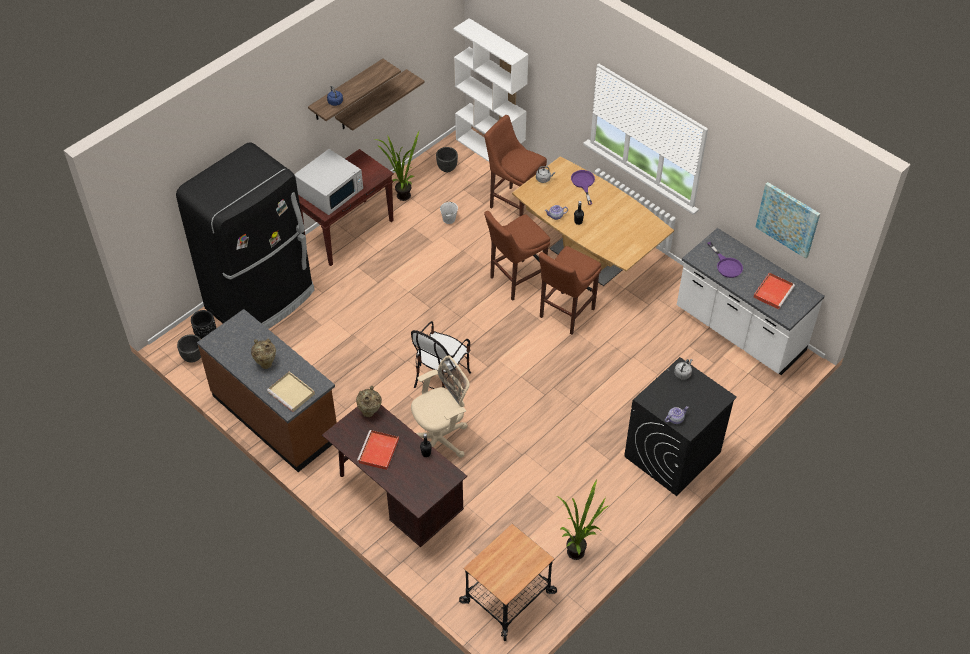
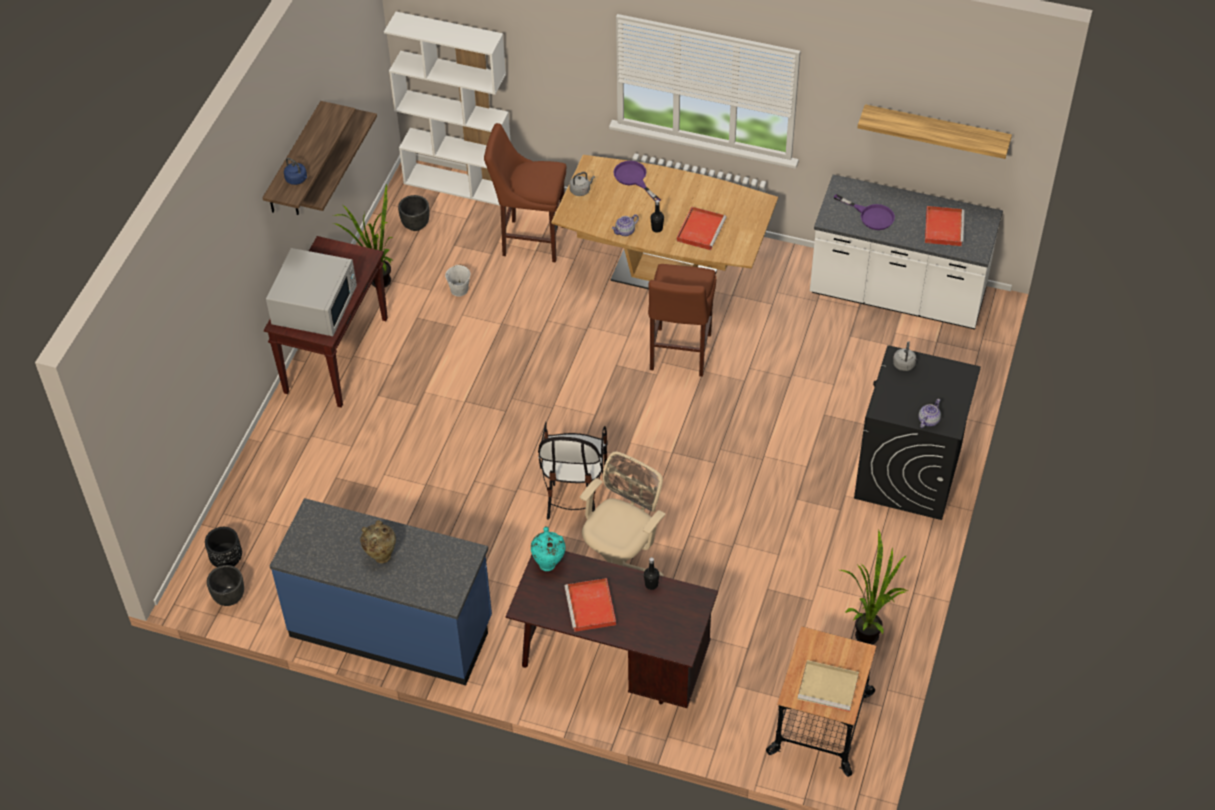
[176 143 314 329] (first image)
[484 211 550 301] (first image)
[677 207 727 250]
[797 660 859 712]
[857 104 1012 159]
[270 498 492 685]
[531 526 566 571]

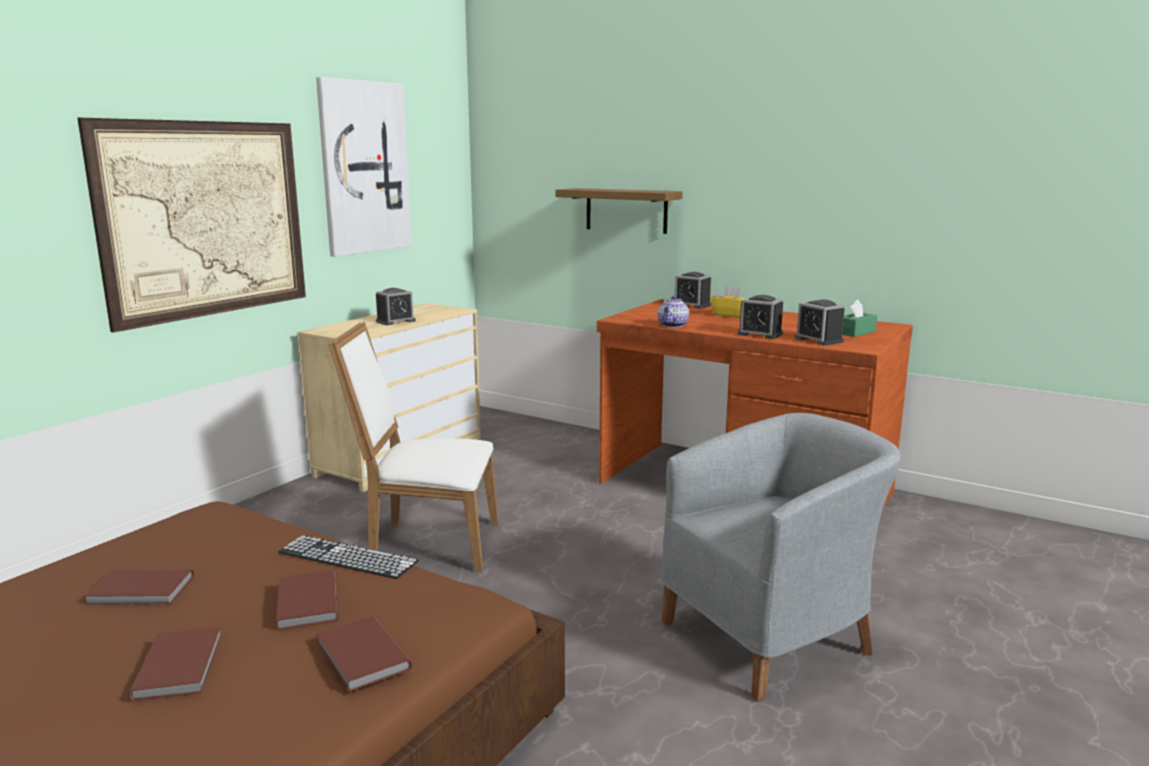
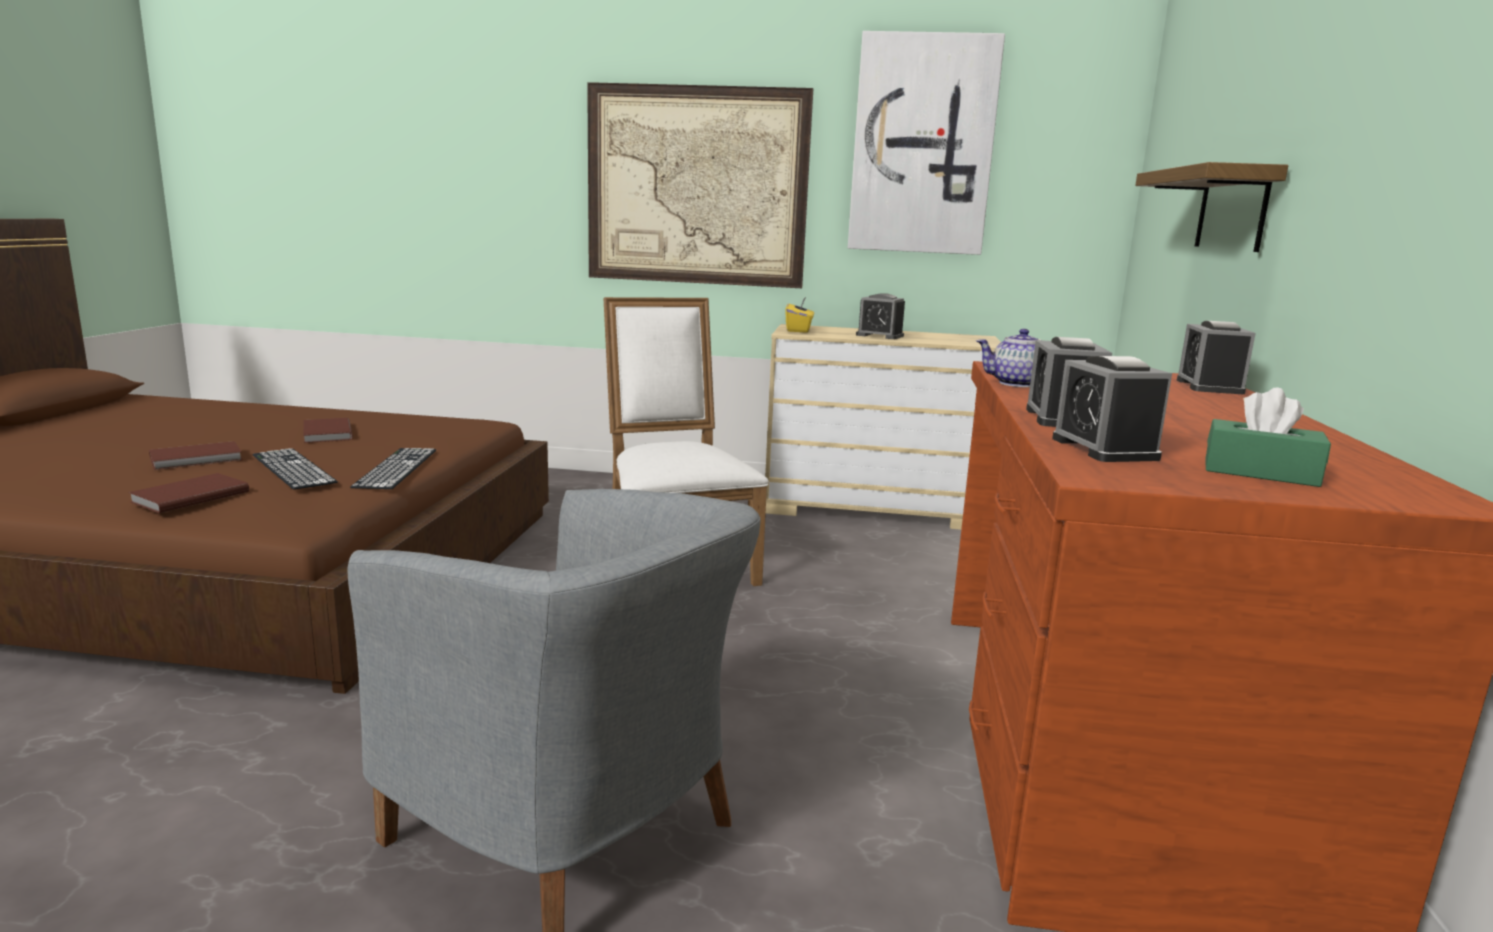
[786 297 814 333]
[253 448 338 490]
[1052 356 1172 462]

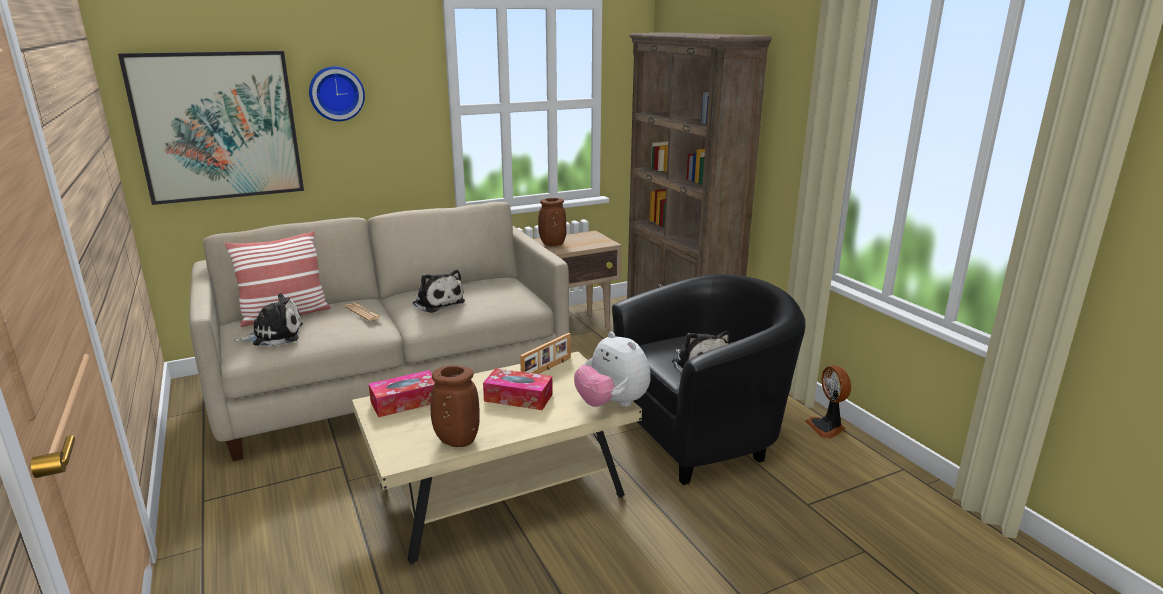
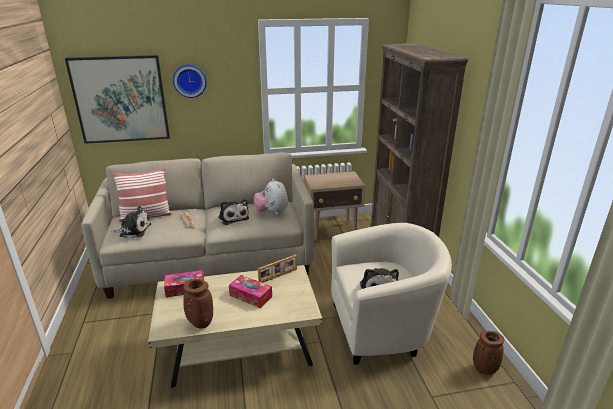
[805 365 851 439] (first image)
[473 331 504 375]
[254 179 288 215]
[331 223 452 365]

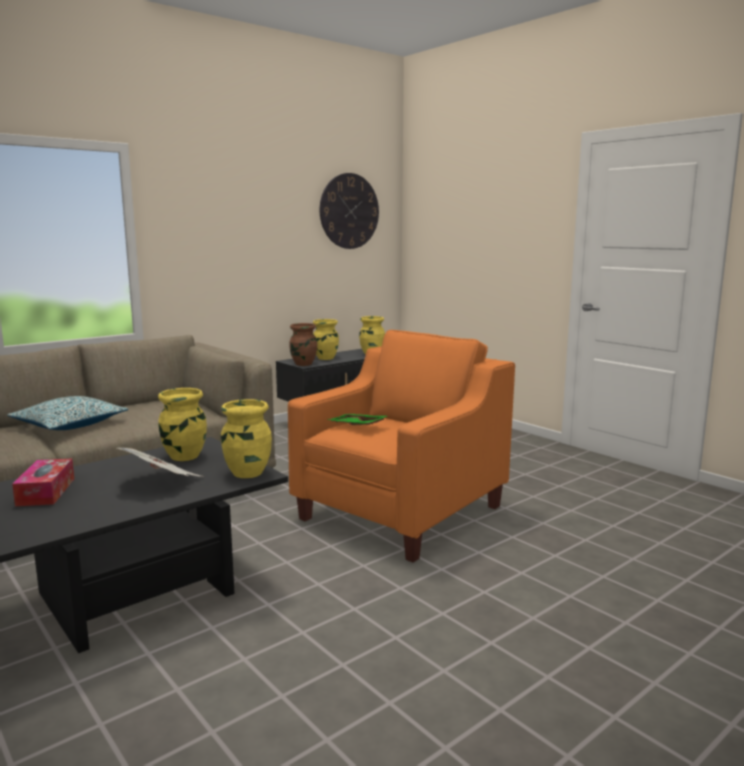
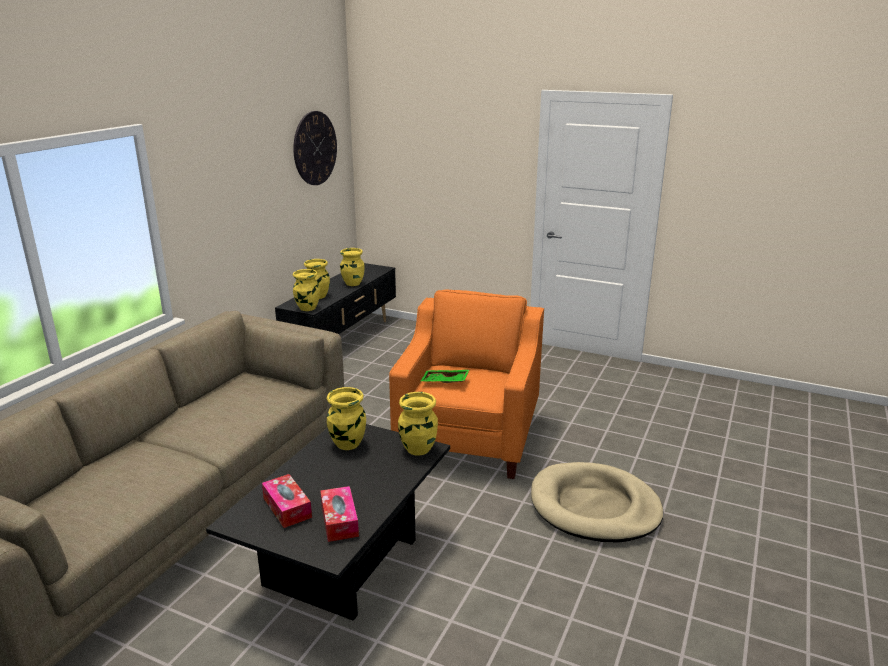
[7 396 128 430] (first image)
[117 448 200 476] (first image)
[320 486 359 542]
[531 462 664 542]
[293 269 320 311]

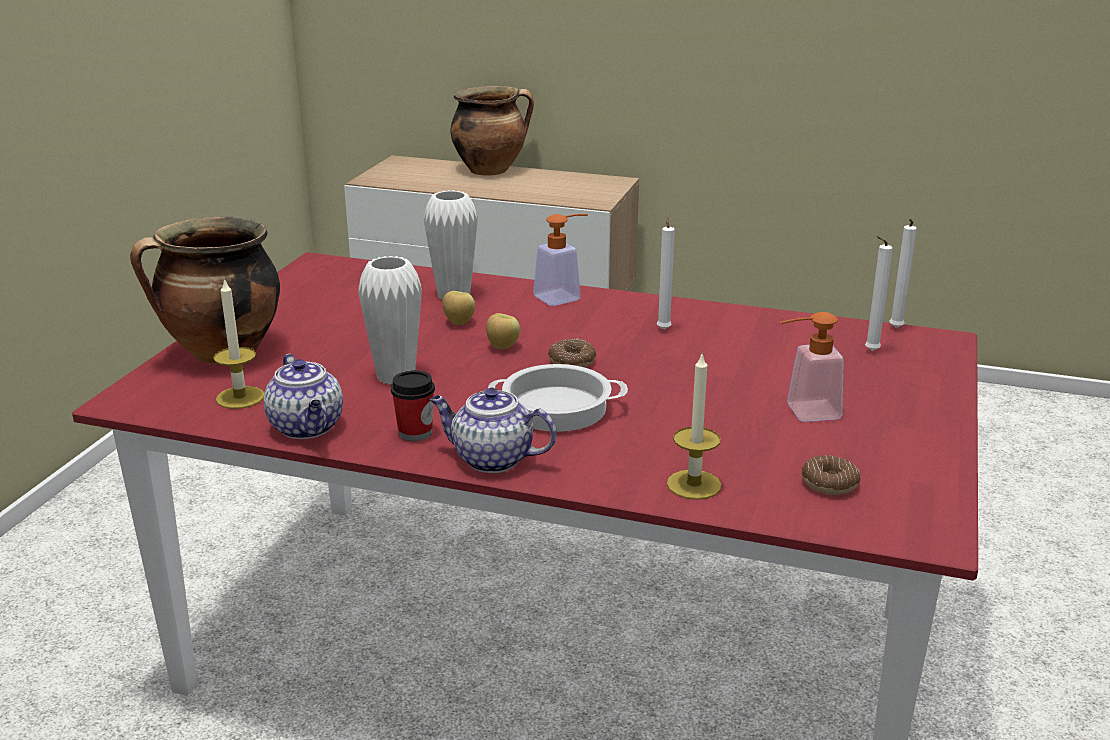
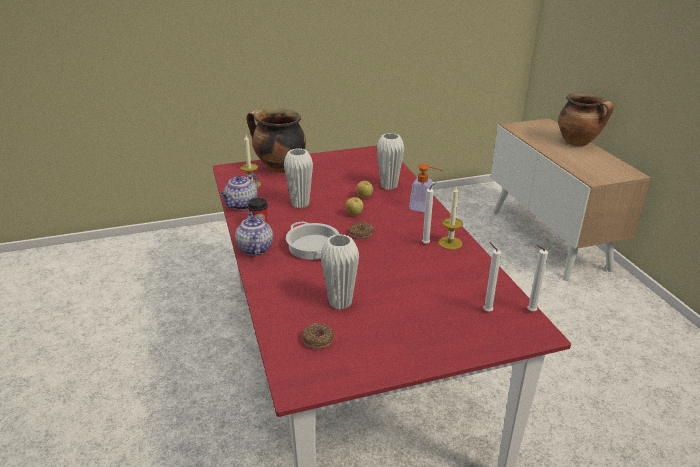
[780 312 844 422] (first image)
[321 234 359 310]
[438 187 463 250]

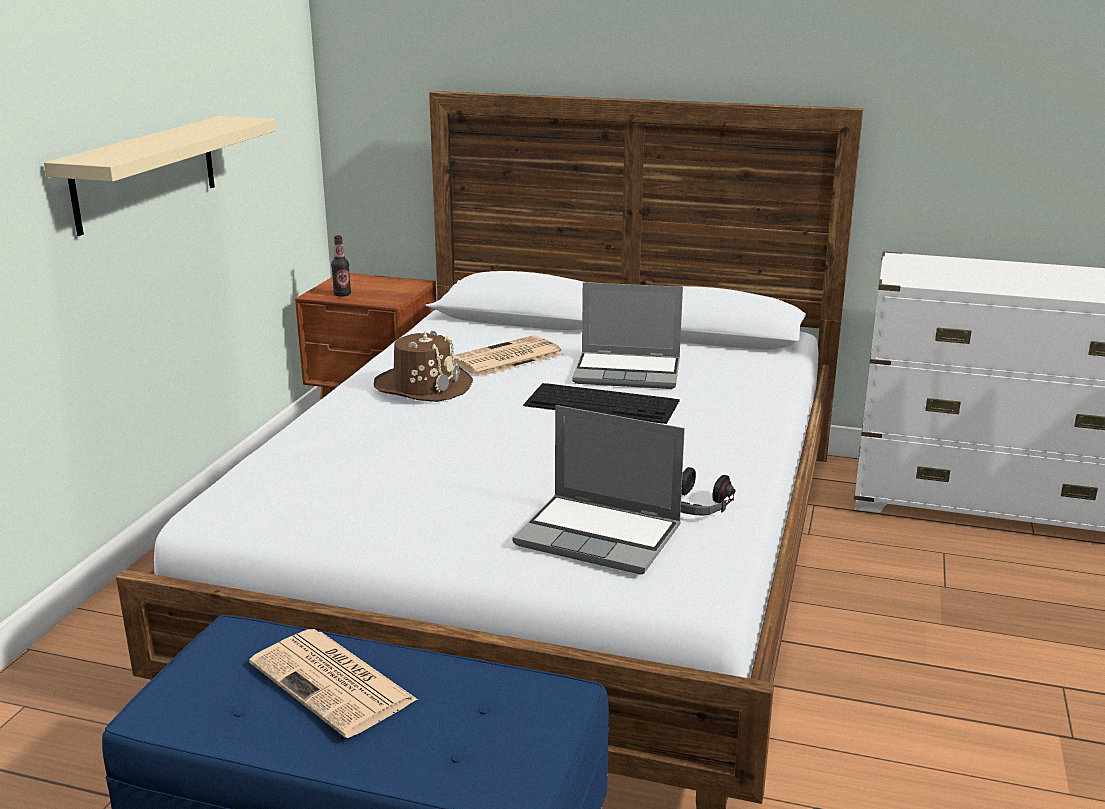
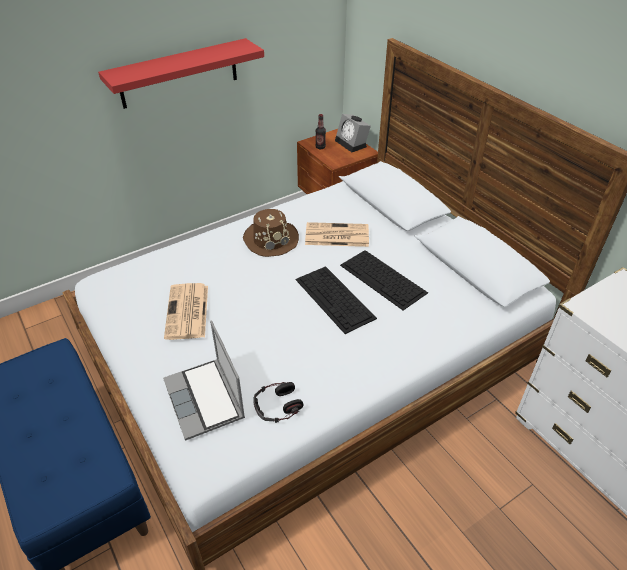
[335 114 371 152]
[164 283 208 340]
[340 250 428 310]
[98 38 264 109]

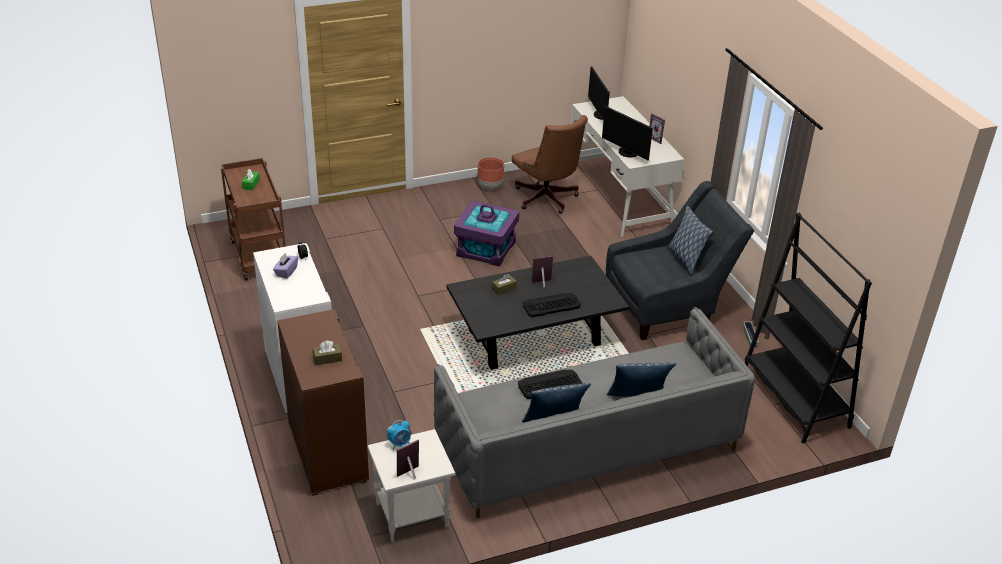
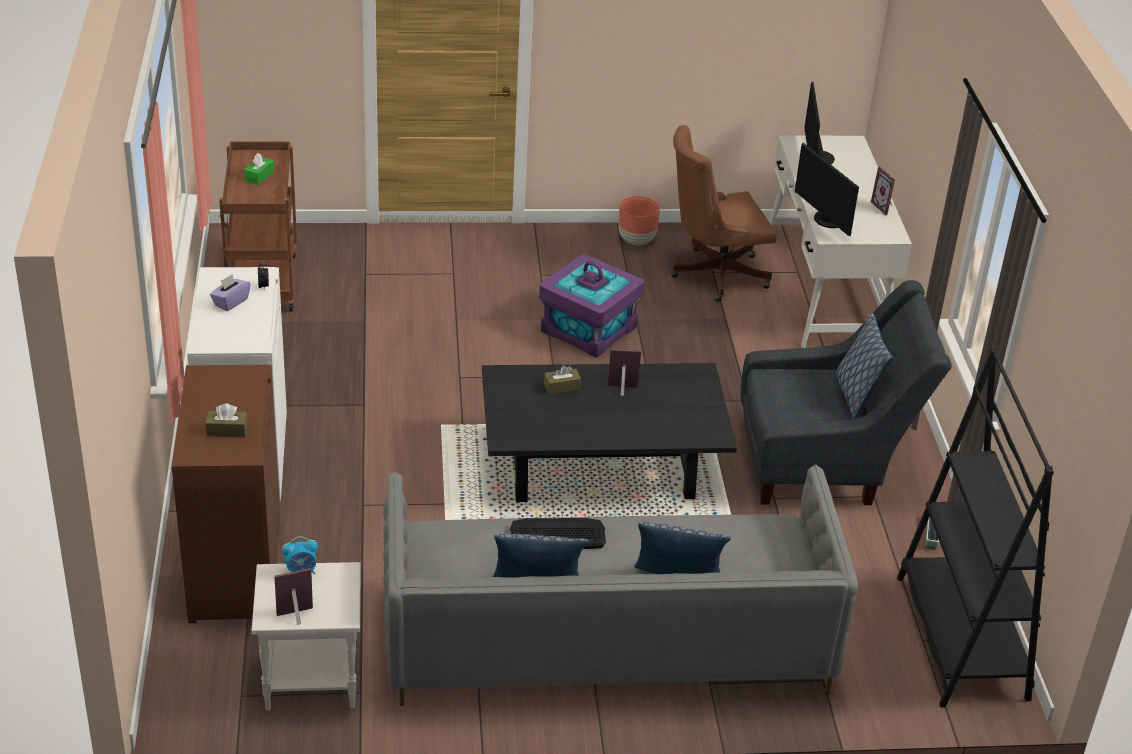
[522 293 581 317] (first image)
[671 125 777 302]

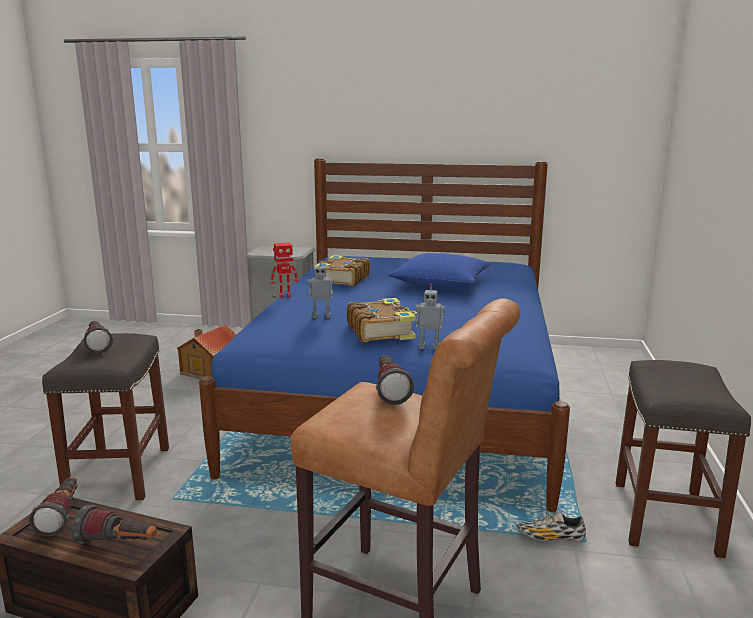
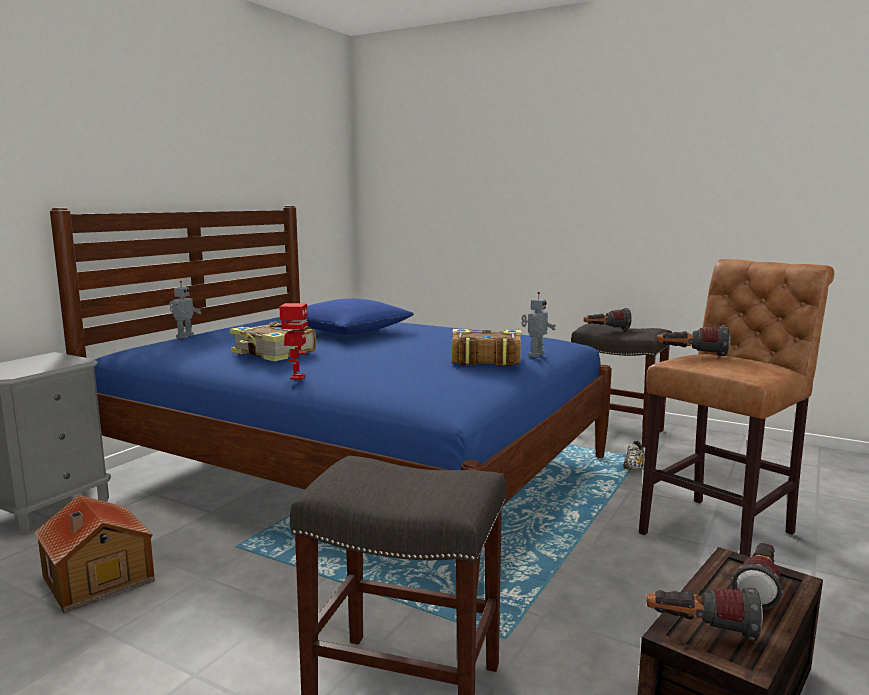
[583 308 632 329]
[169 281 201 339]

